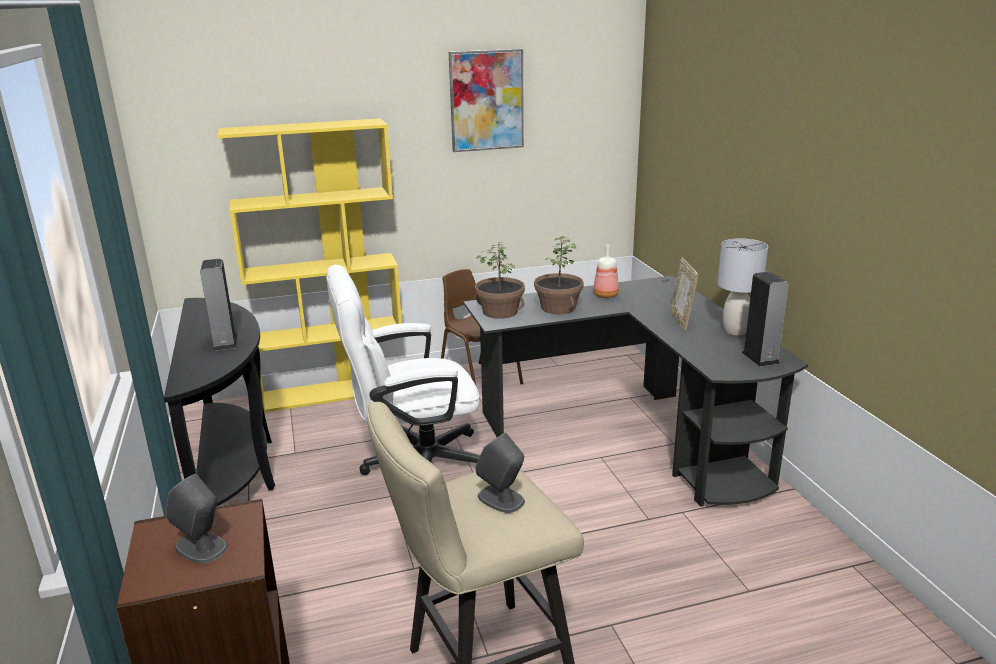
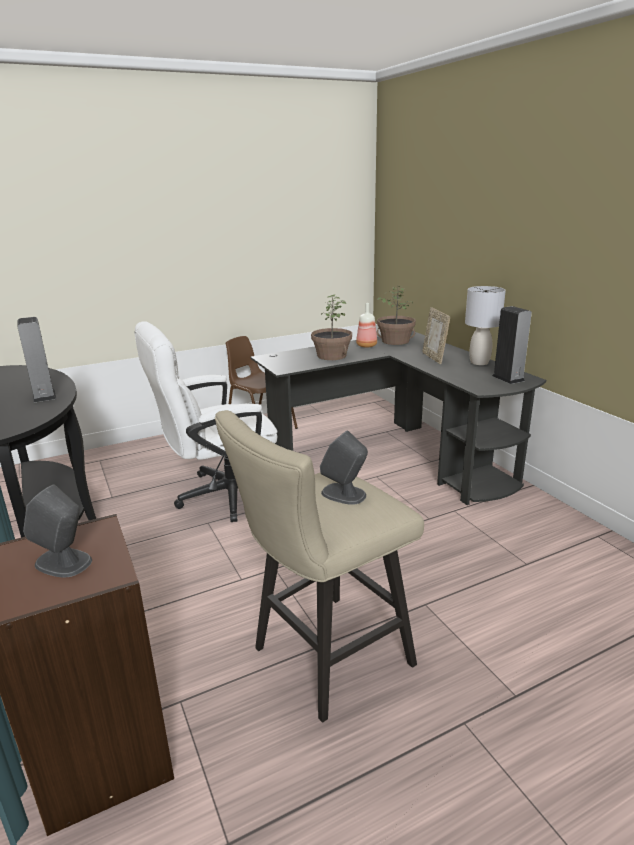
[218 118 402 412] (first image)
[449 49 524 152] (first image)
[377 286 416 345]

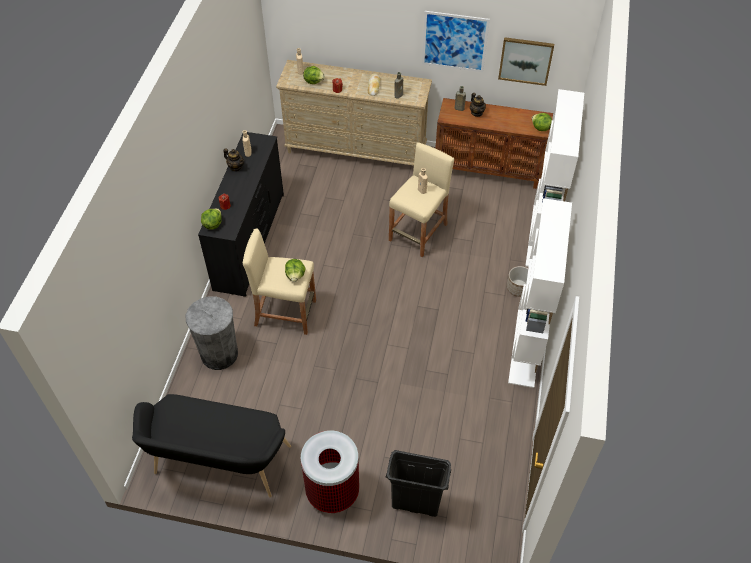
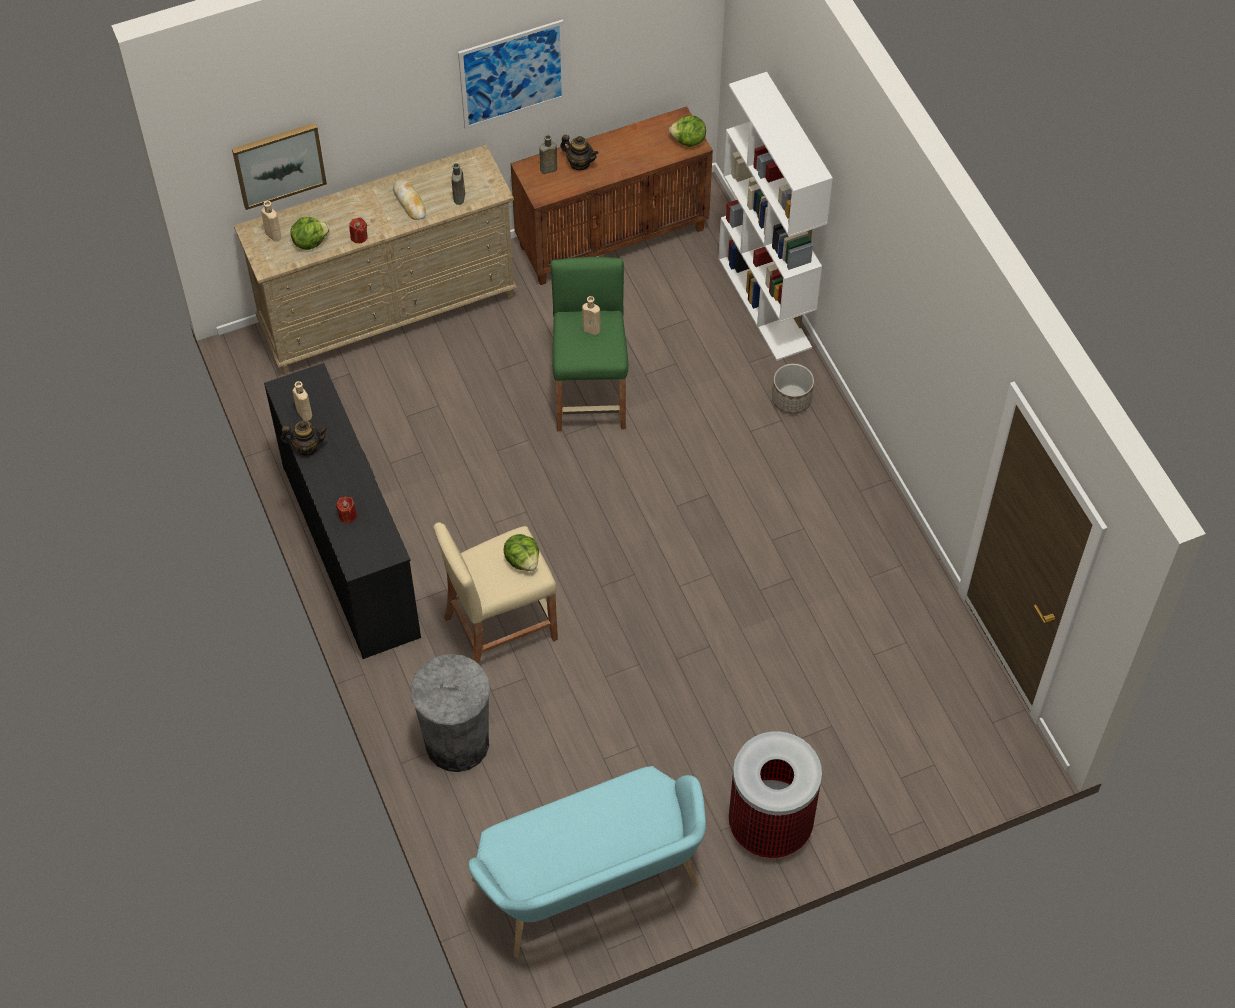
[201 208 222 230] (first image)
[386 450 452 517] (first image)
[508 198 572 388] (first image)
[232 123 327 210]
[468 766 706 958]
[550 257 628 431]

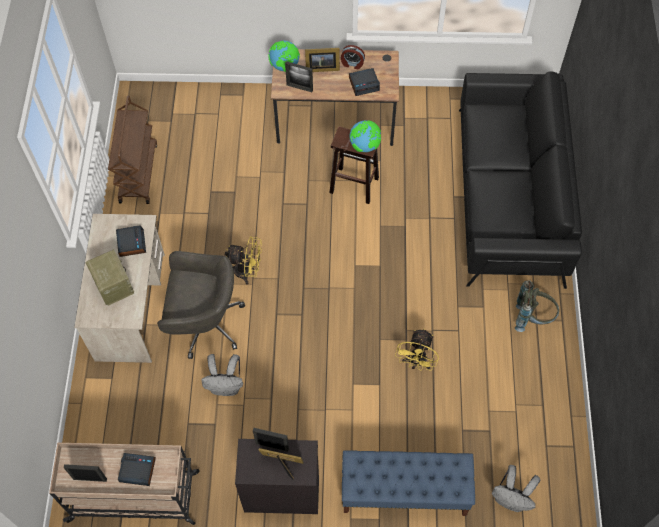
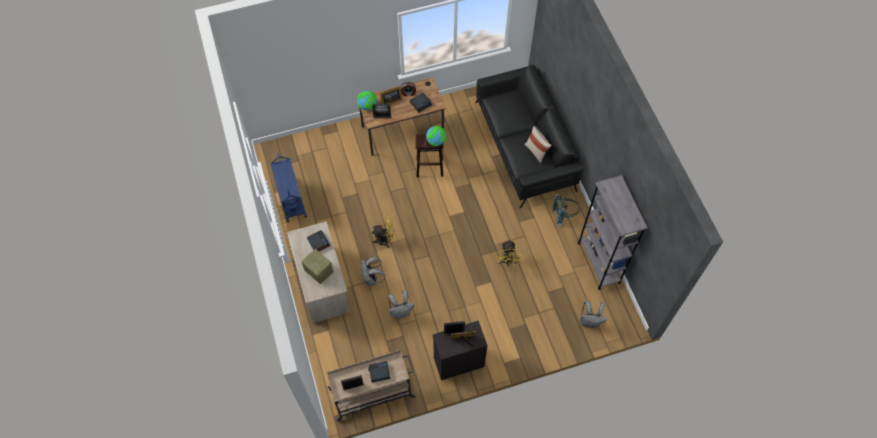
[342 450 475 516] (first image)
[524 126 552 164]
[577 175 648 290]
[361 257 386 286]
[270 153 307 222]

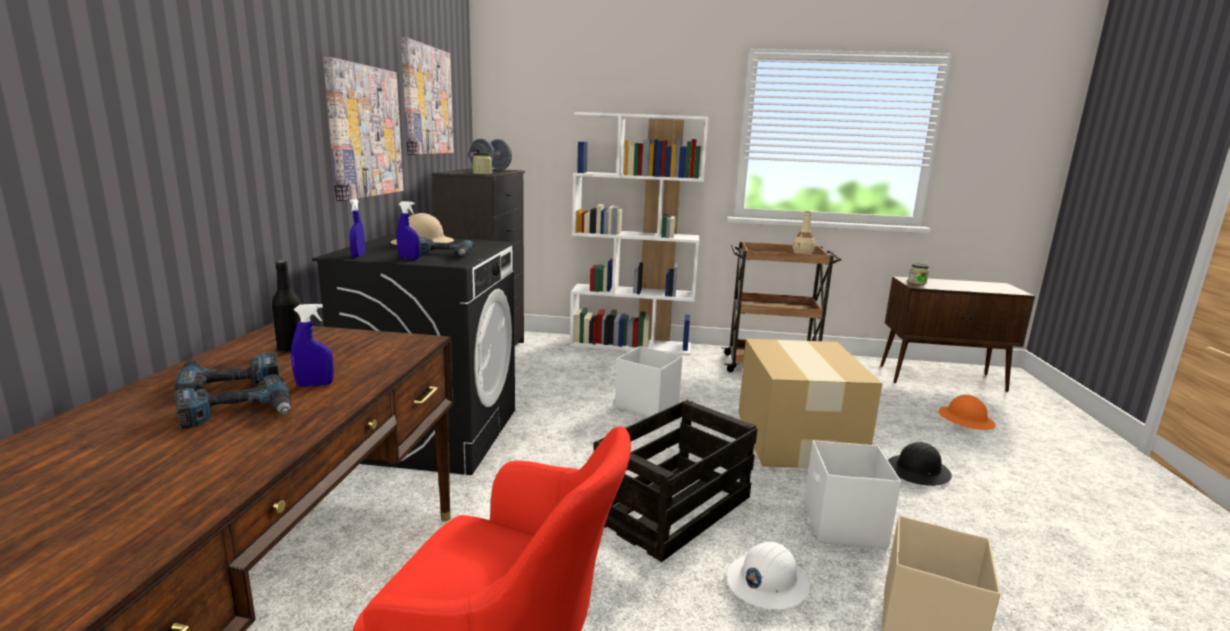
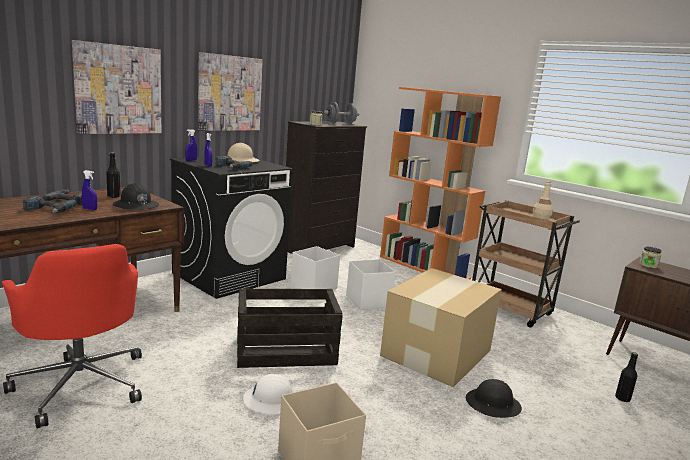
[113 183 159 210]
[72 40 161 134]
[291 246 340 290]
[615 352 638 402]
[380 87 501 279]

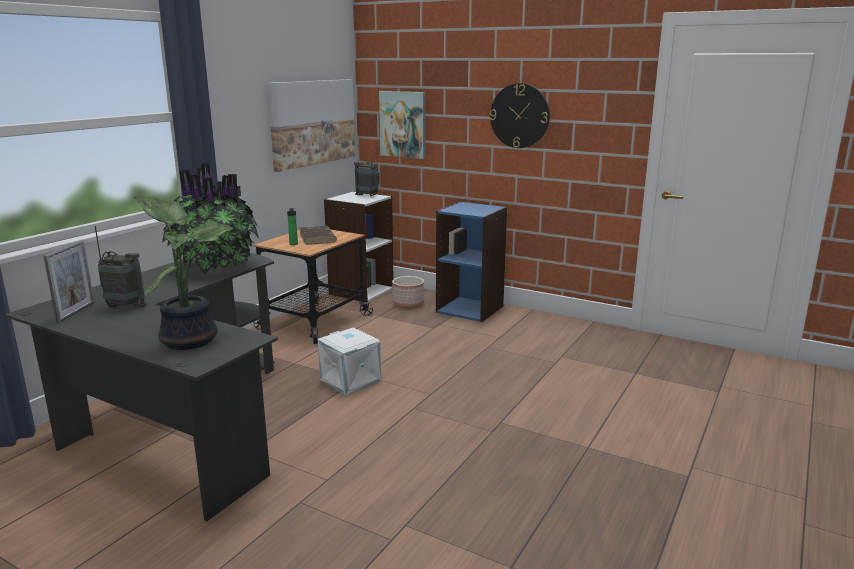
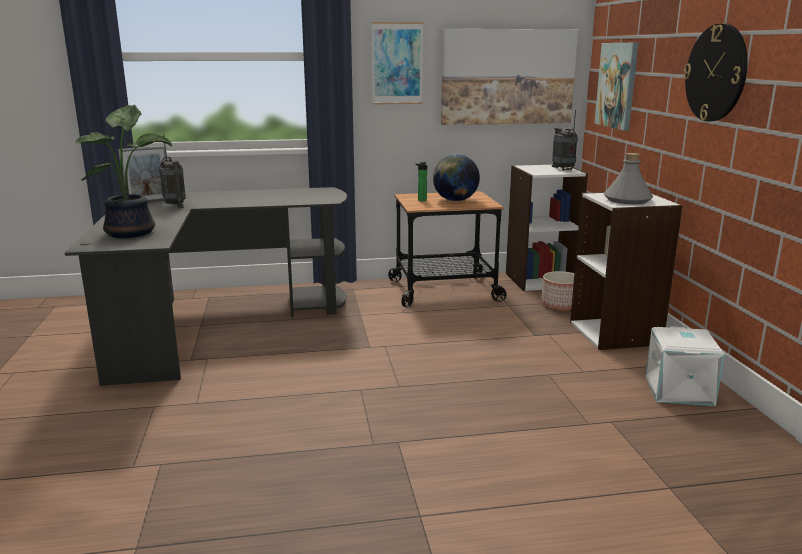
[162 163 259 274] (first image)
[371 22 423 105]
[603 153 653 204]
[645 326 725 406]
[433 154 480 201]
[570 192 683 350]

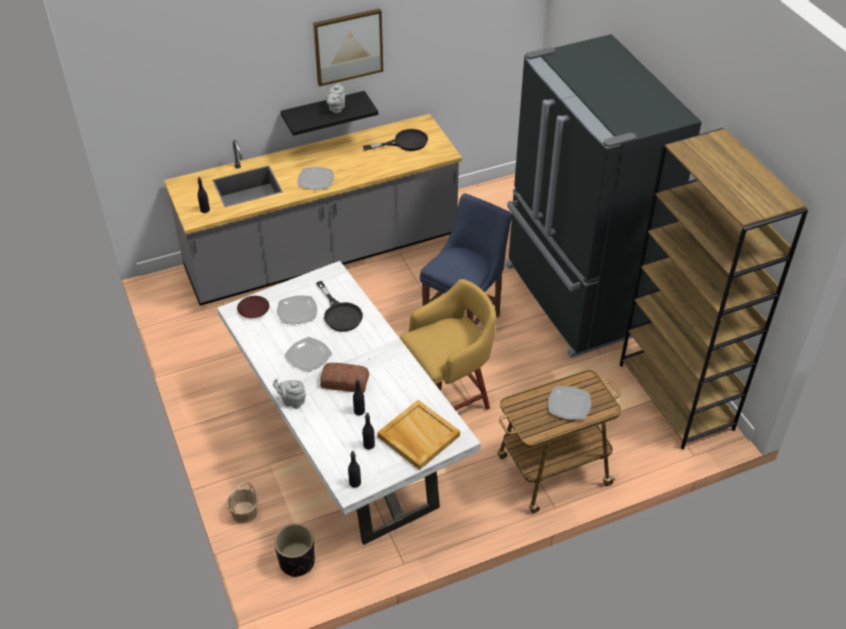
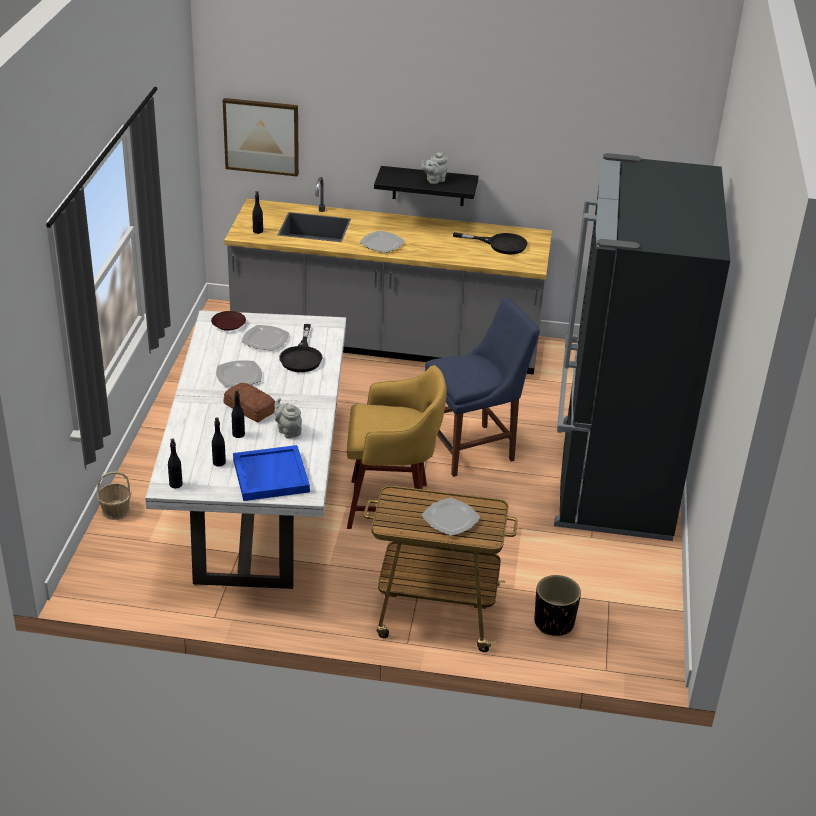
[620 128 808 450] (first image)
[274 398 302 439]
[534 575 581 636]
[223 98 299 177]
[233 445 310 501]

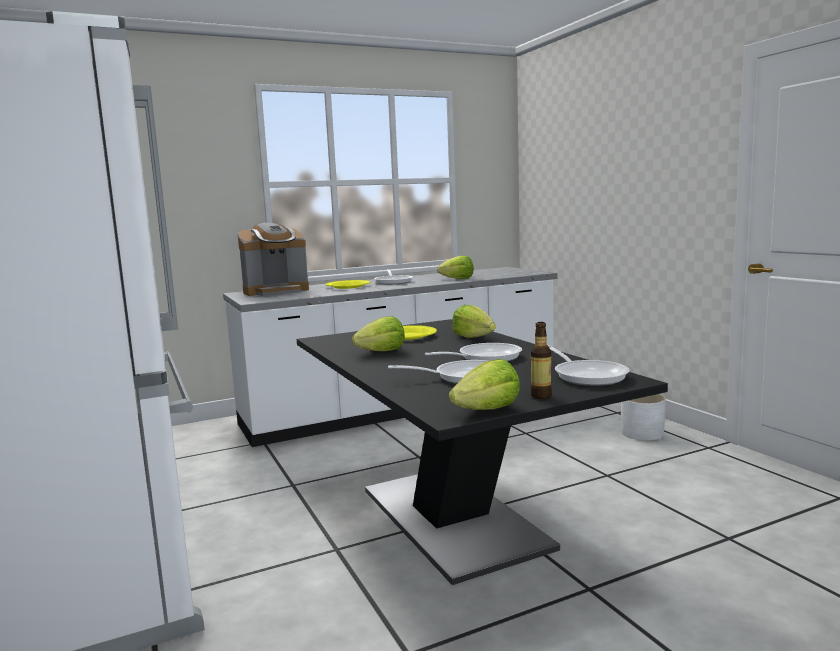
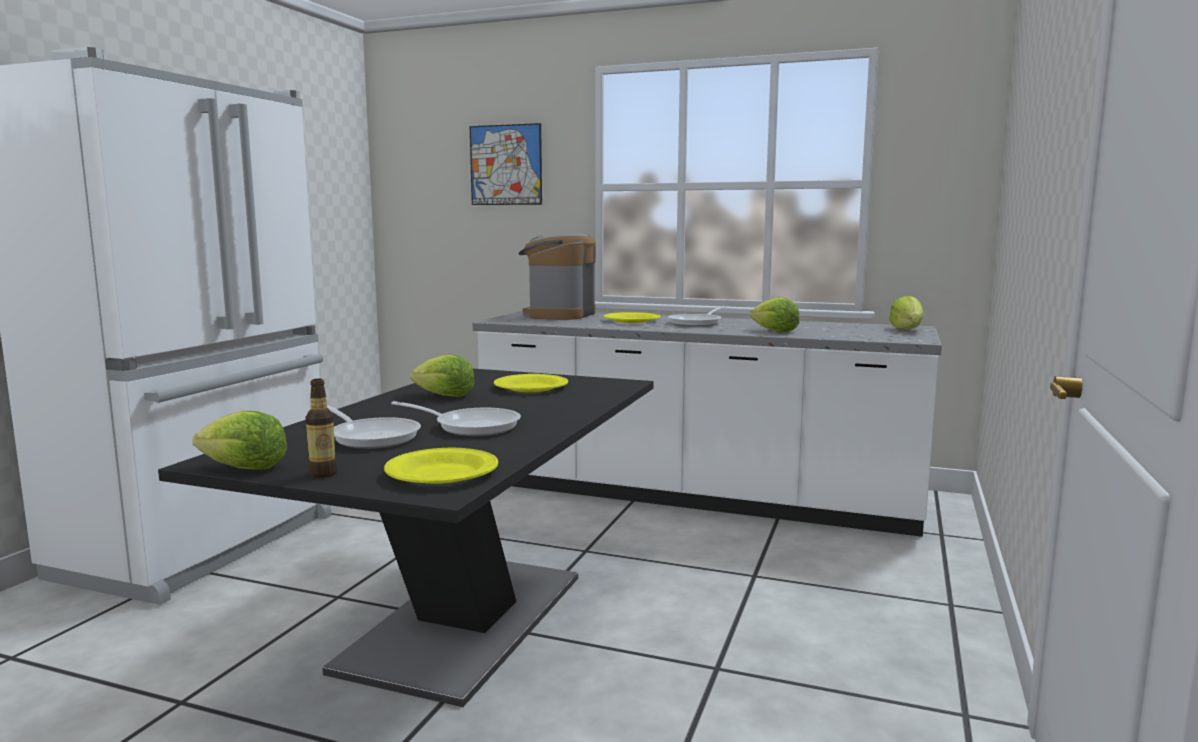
[621 394 666 441] (first image)
[470 123 542 205]
[889 296 924 330]
[384 448 498 484]
[518 233 596 320]

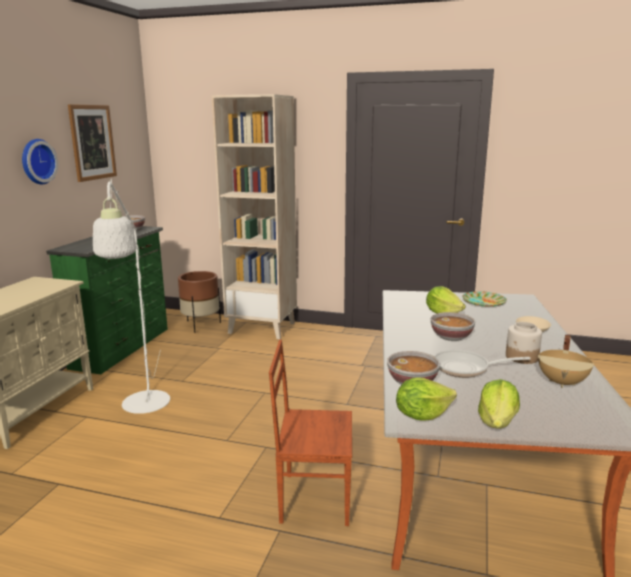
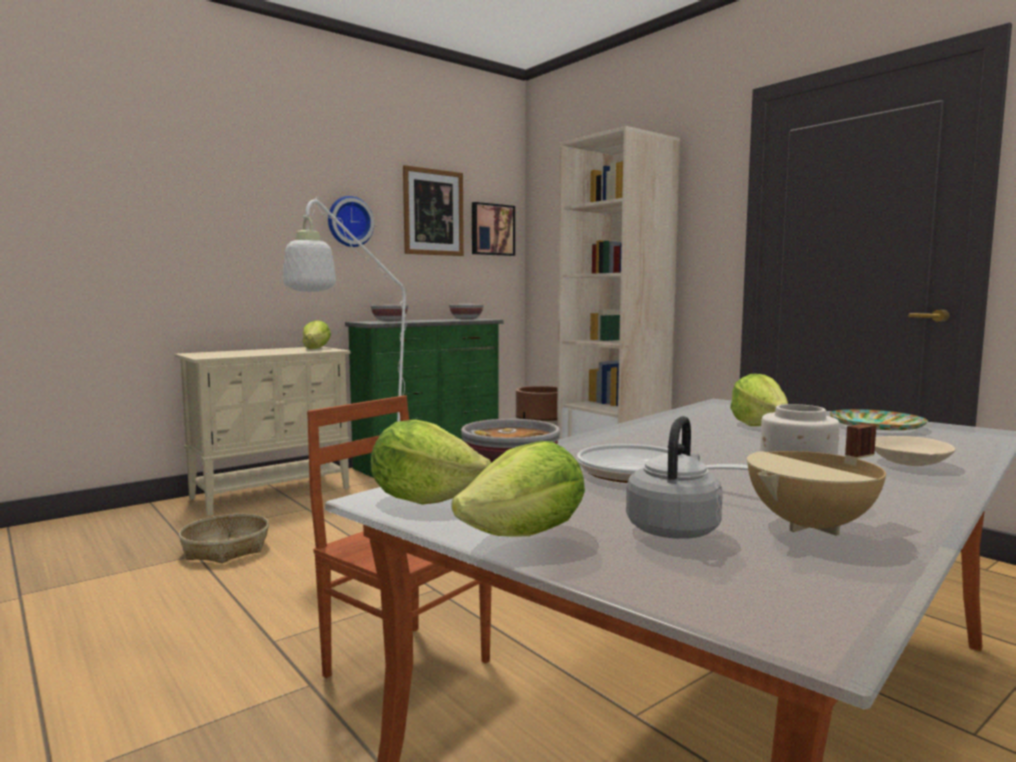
[179 514 269 563]
[302 320 331 349]
[472 202 515 256]
[626 416 723 539]
[371 305 408 321]

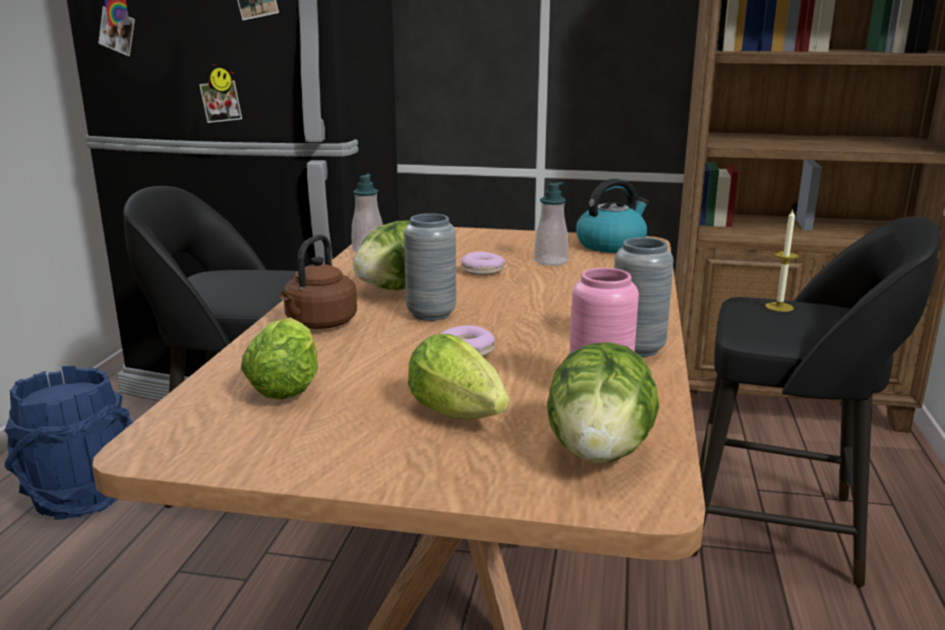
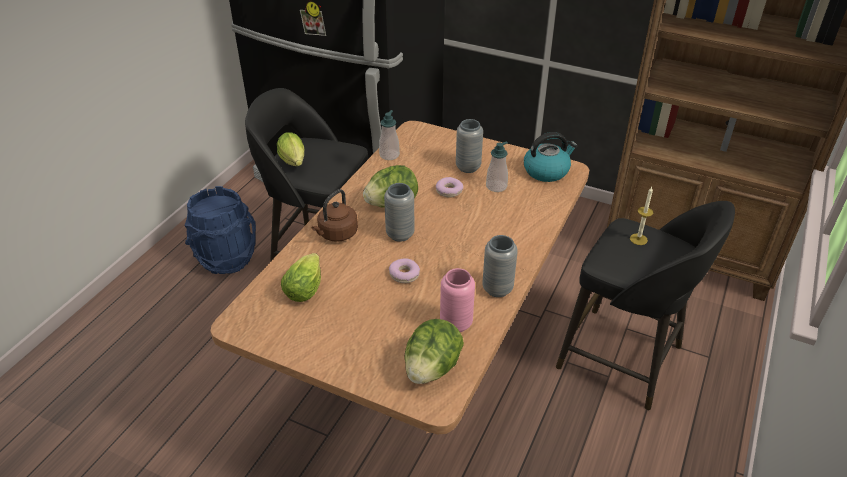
[456 119 483 173]
[277 133 304 166]

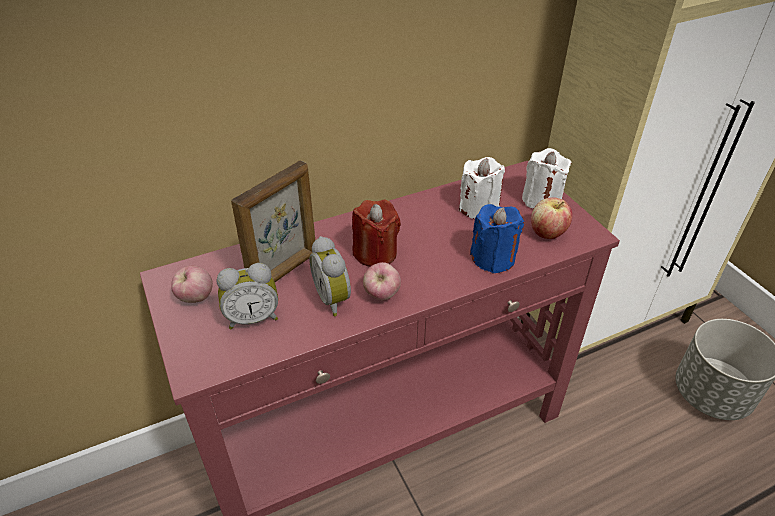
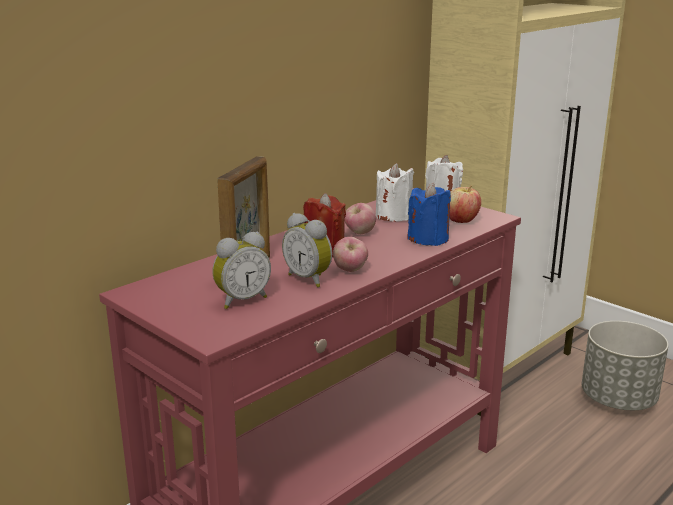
[345 203 376 234]

